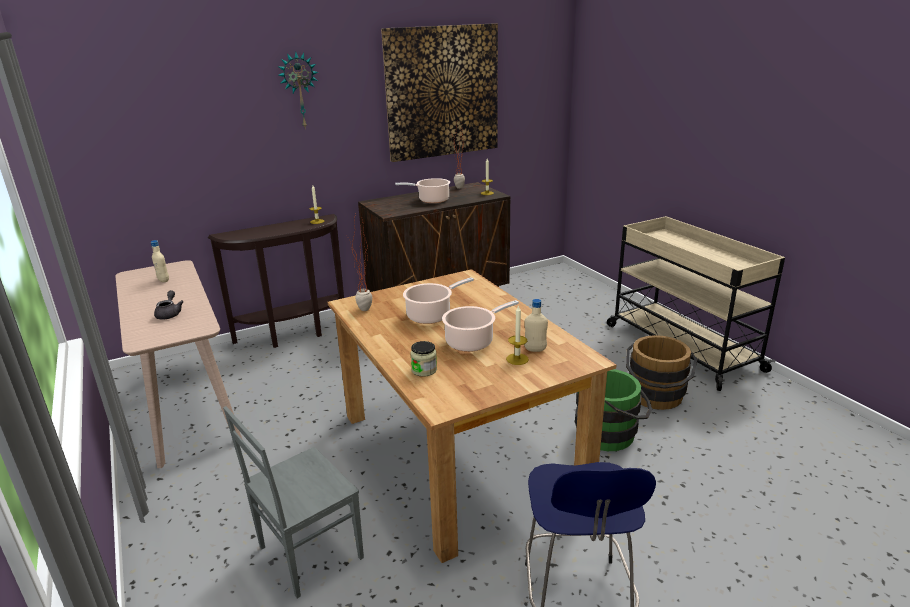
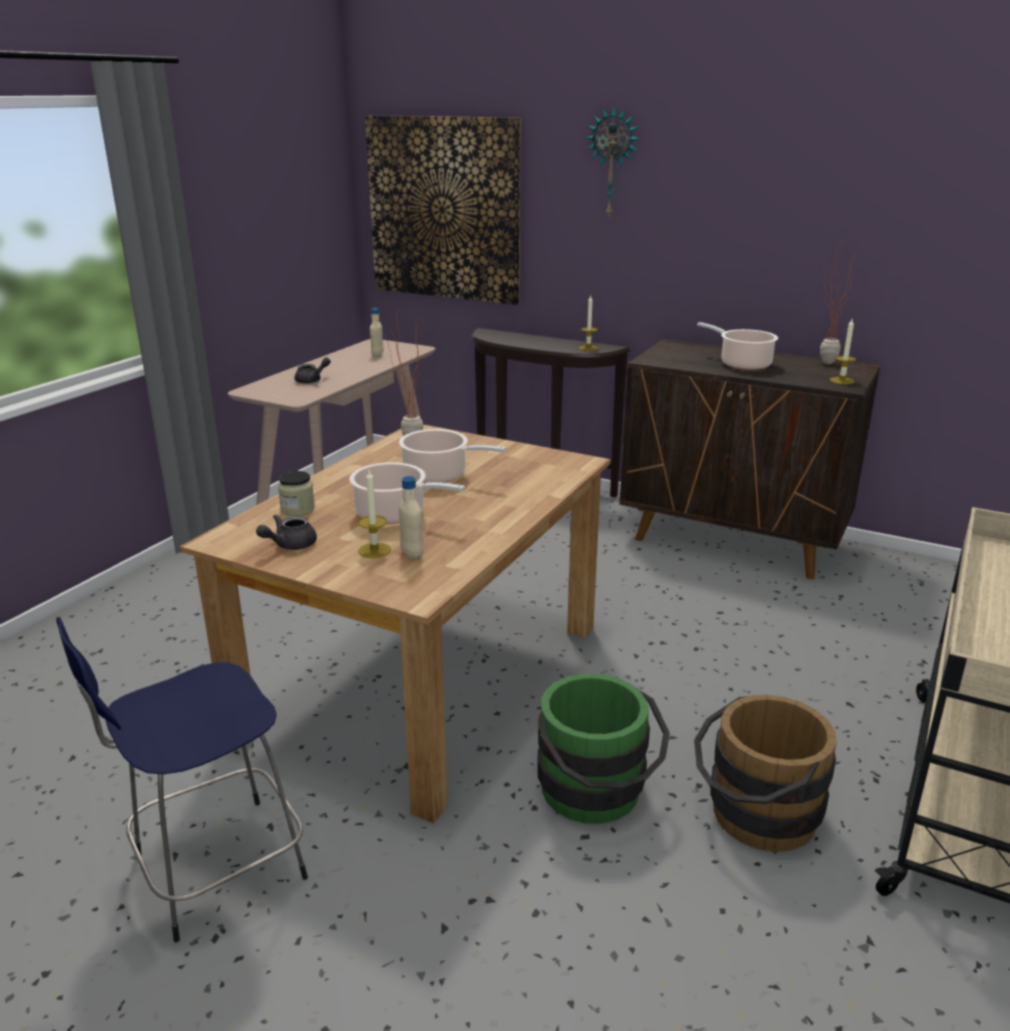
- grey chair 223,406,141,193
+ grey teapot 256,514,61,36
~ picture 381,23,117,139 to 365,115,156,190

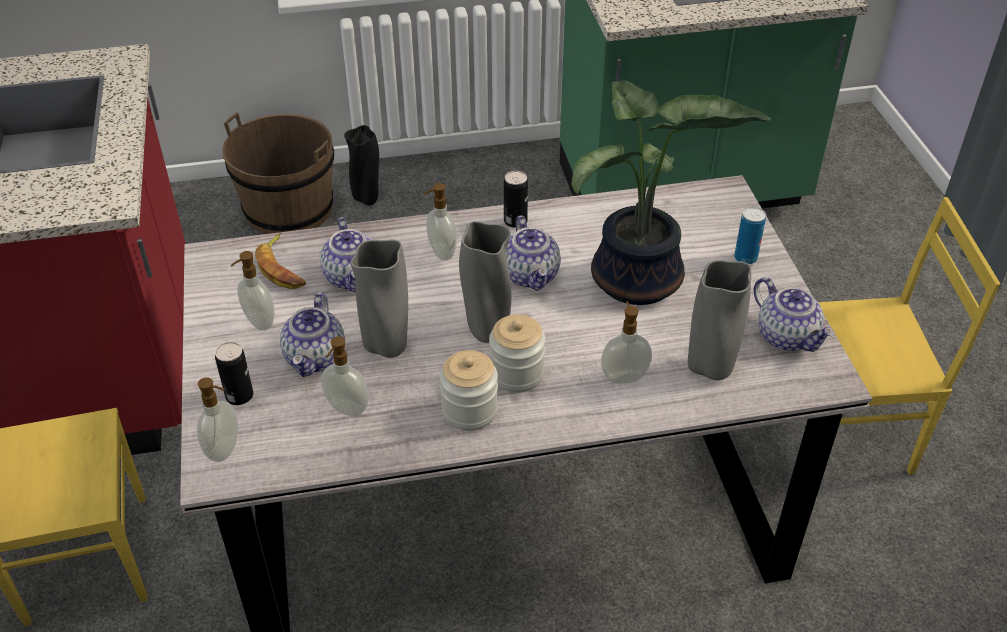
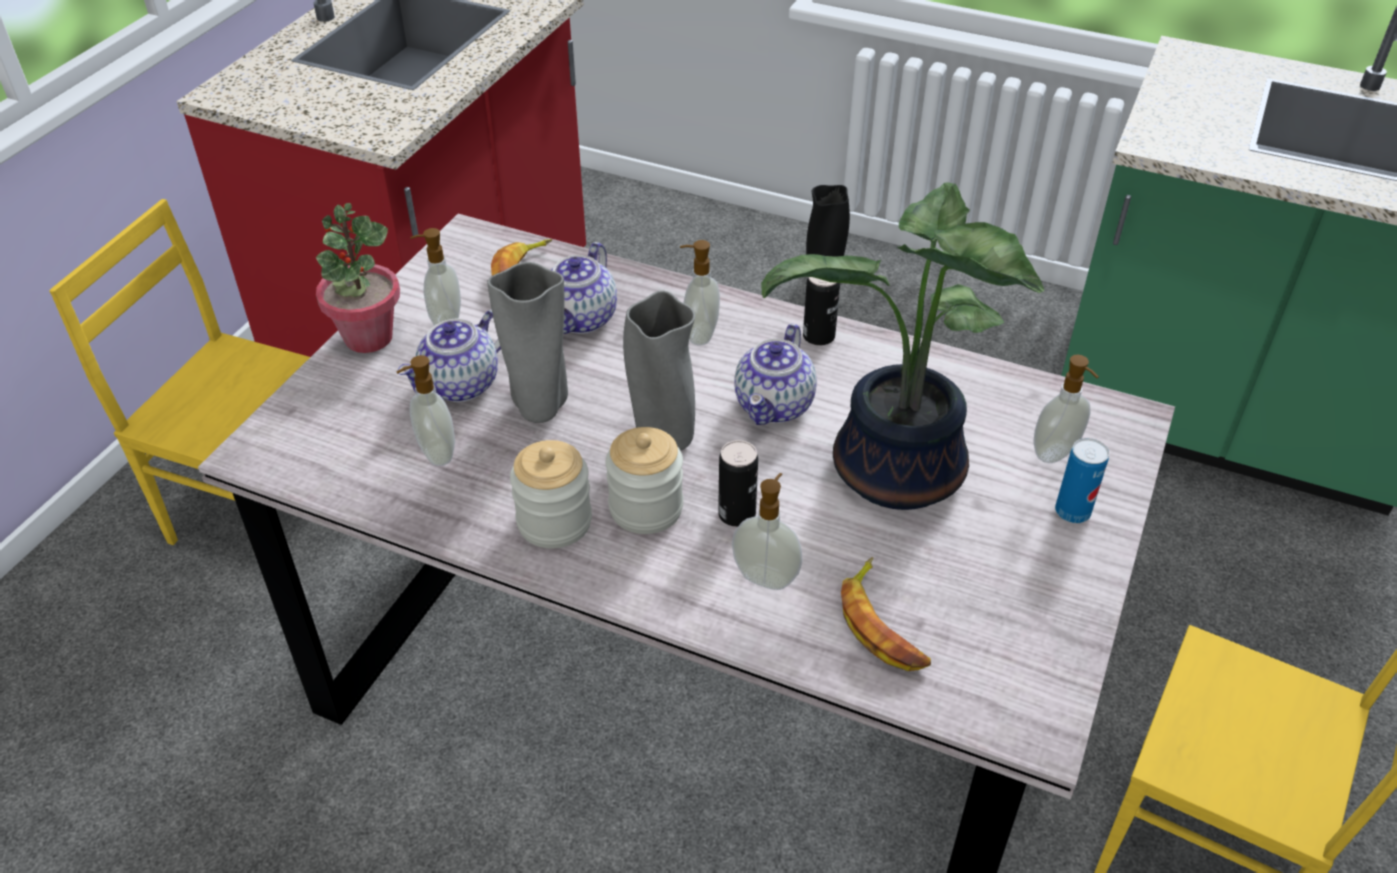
- brown bucket 222,113,112,121
- teapot 753,277,82,75
+ potted plant 316,203,84,150
~ soap dispenser 197,377,41,85 to 1034,355,65,108
~ can 215,342,38,63 to 718,440,40,87
~ grey vase 688,260,63,120 to banana 841,557,90,114

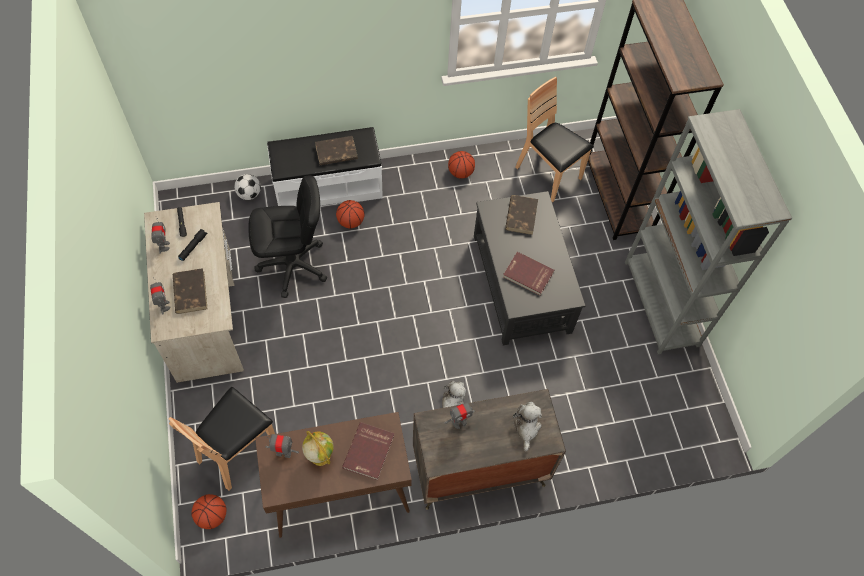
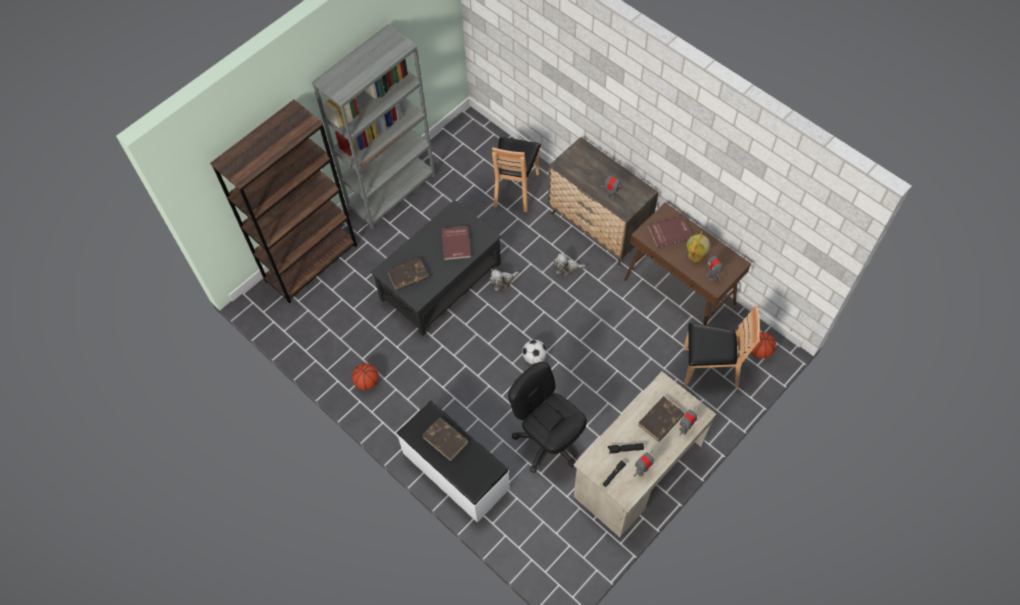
- basketball 336,200,29,29
~ football 234,174,27,26 to 522,340,25,24
~ plush toy 513,402,29,50 to 490,269,29,22
~ brown chair 515,77,79,126 to 492,137,49,75

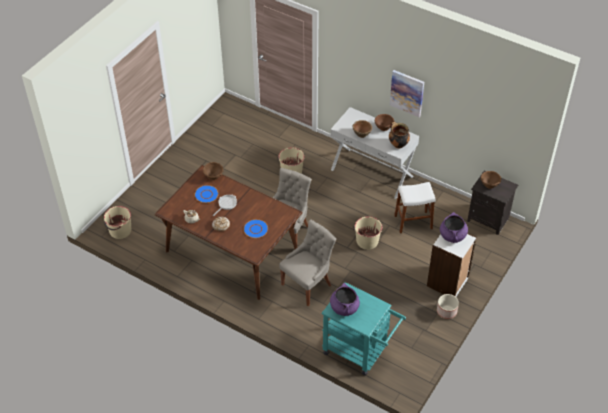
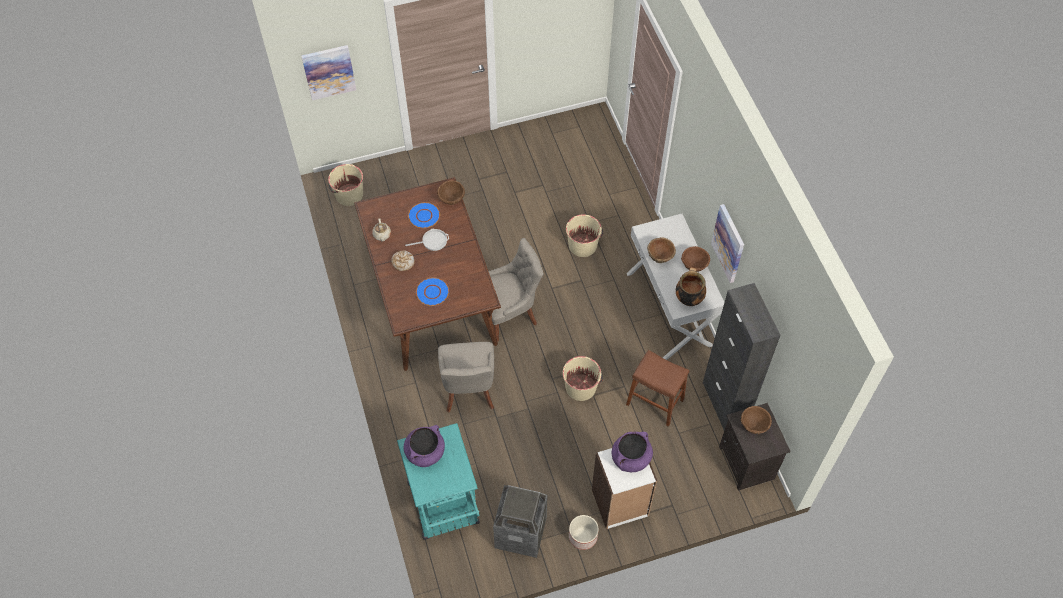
+ picture 301,45,55,55
+ trash can 493,485,55,73
+ black cabinet 703,283,78,147
~ white stool 394,182,42,52 to brown stool 626,350,63,77
~ grey chair 279,220,57,86 = 438,342,56,71 90 degrees clockwise

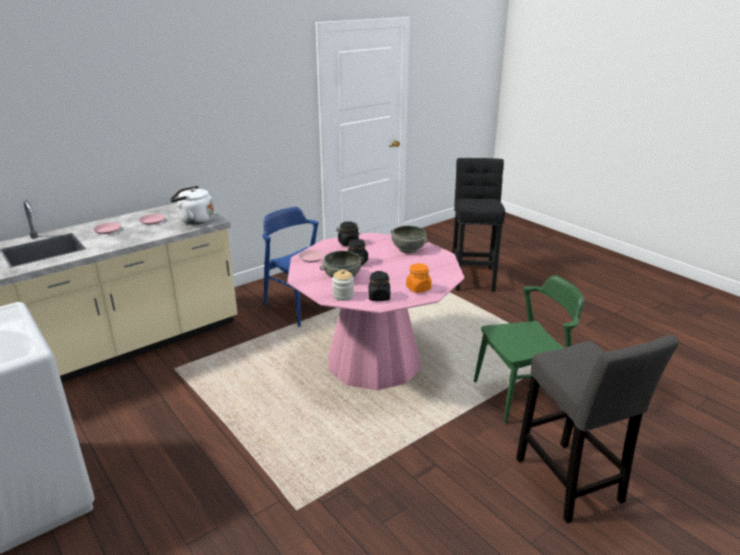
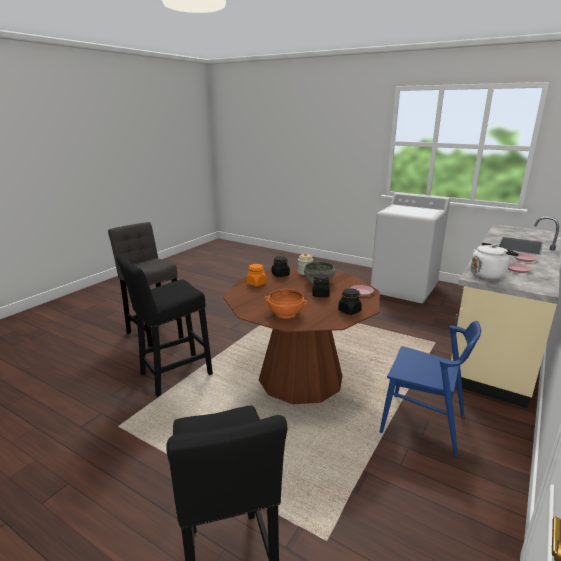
~ green chair 474,275,110,149 to black stool 116,255,97,142
~ pink dining table 287,233,178,157 to brown dining table 223,268,157,136
~ grey bowl 391,226,37,27 to orange bowl 264,289,44,30

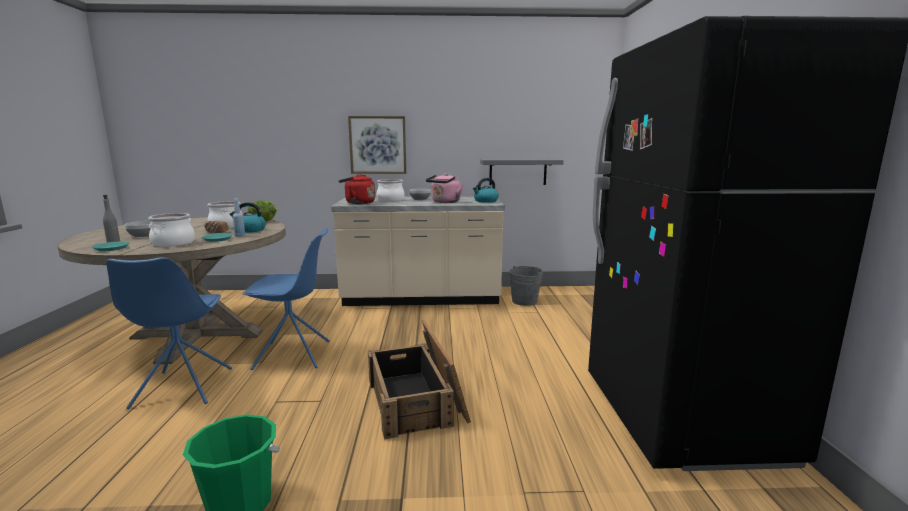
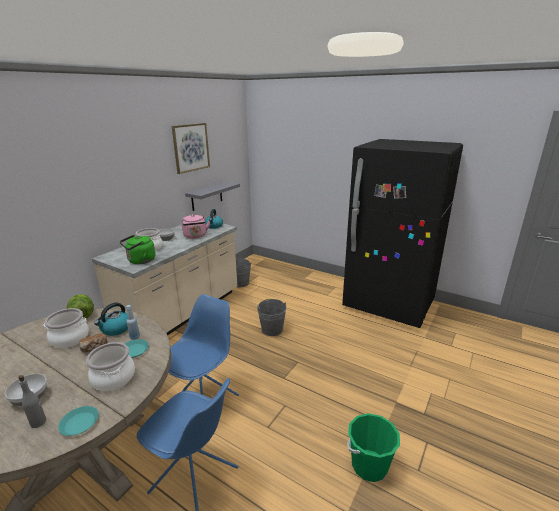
- crate 368,320,103,120
+ grey bucket 257,299,30,37
~ picture 348,116,58,58 to 172,123,38,51
~ red kettle 339,174,36,30 to green kettle 120,235,35,29

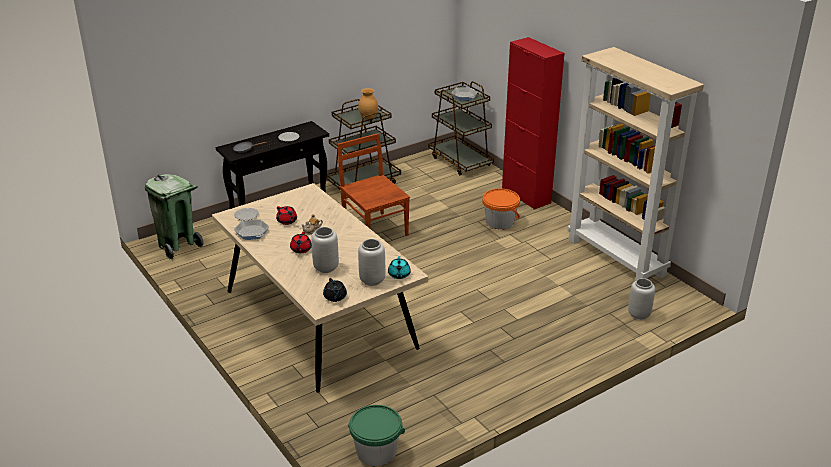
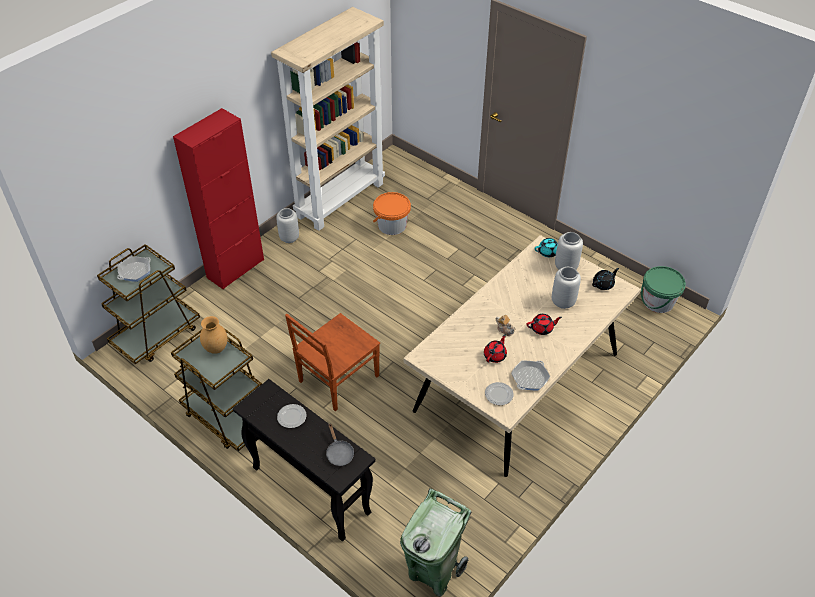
~ orange bucket 482,188,38,42 to 373,192,38,43
~ grey vase 628,278,27,42 to 276,208,23,35

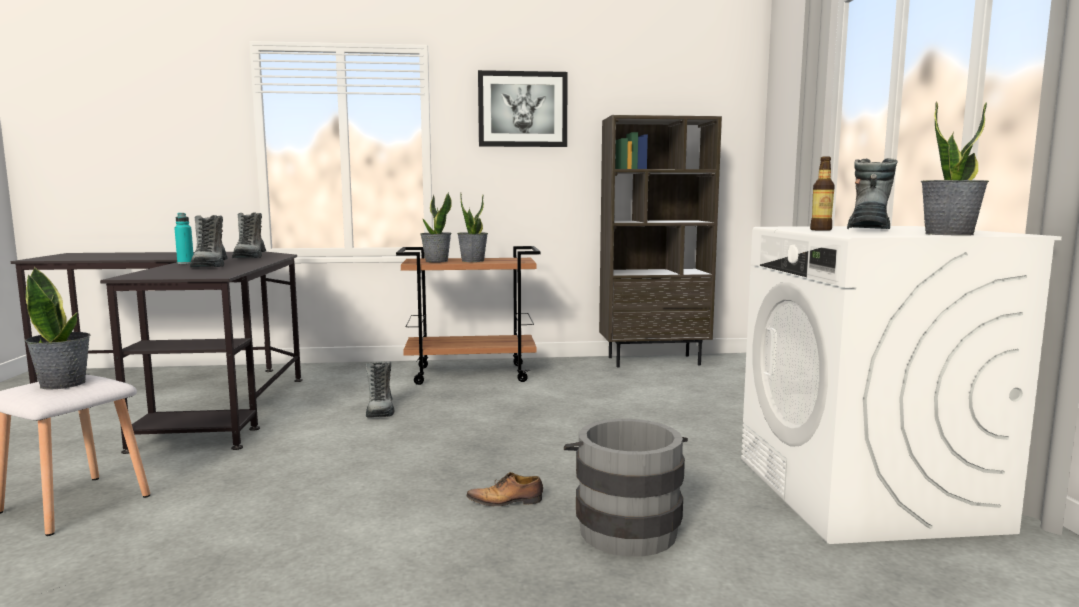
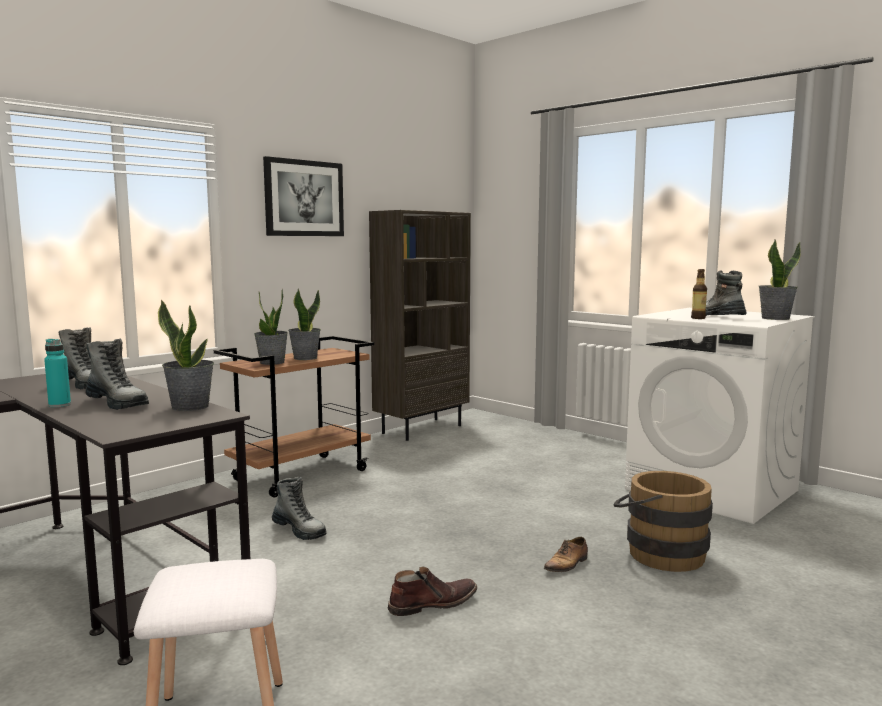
+ brown boot 388,567,89,49
~ potted plant 25,267,66,123 to 158,300,56,111
~ grey bucket 564,419,124,138 to brown bucket 613,471,100,101

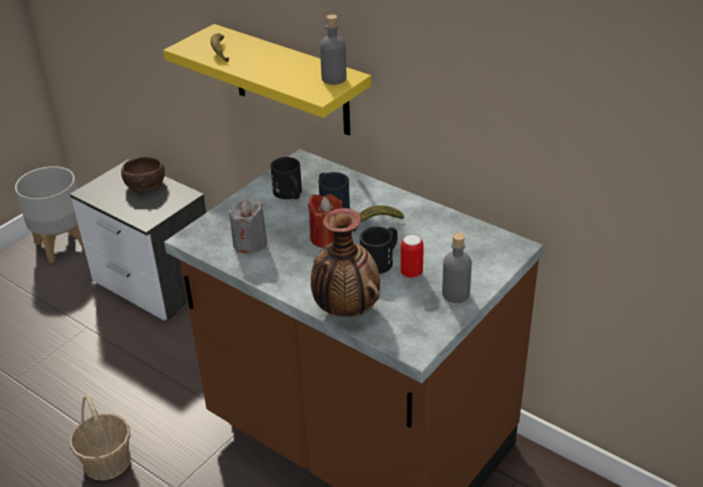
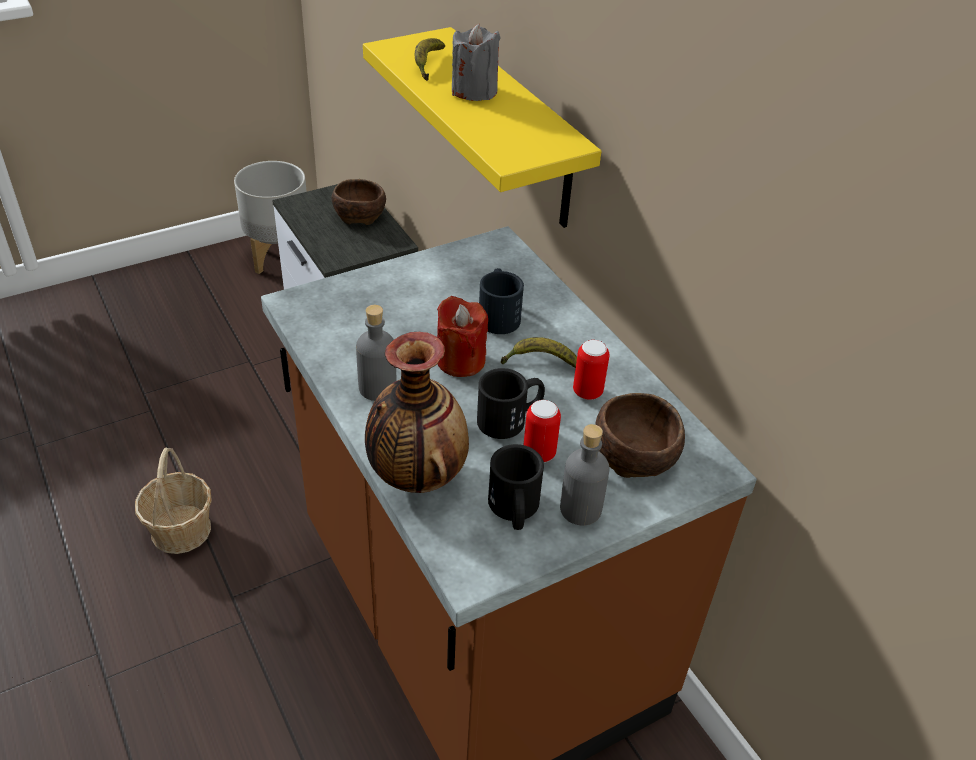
+ can 573,340,36,60
+ brown bowl 595,393,90,85
~ grey candle 229,199,38,54 to 452,24,49,77
~ black mug 270,157,32,42 to 488,444,56,86
~ grey bottle 320,14,26,71 to 356,305,40,96

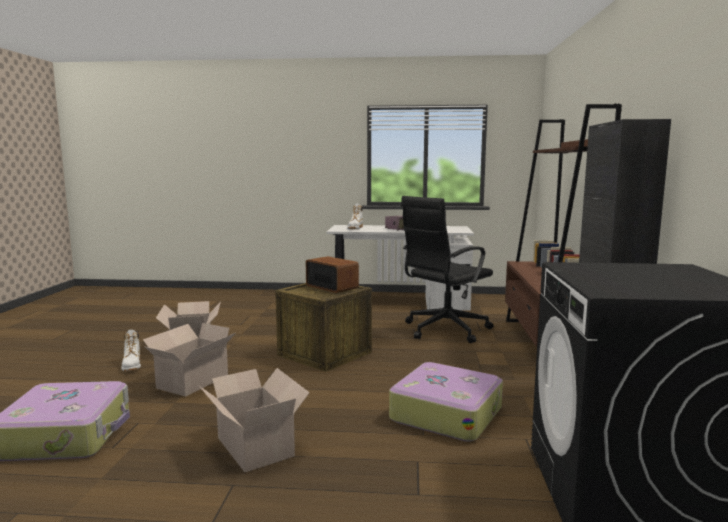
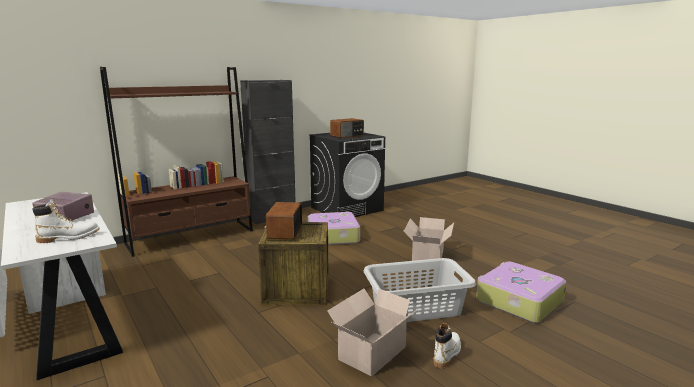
- black office chair 401,196,92,147
+ radio 330,118,34,20
~ cardboard box 143,323,93,74 to grey laundry basket 364,258,112,64

